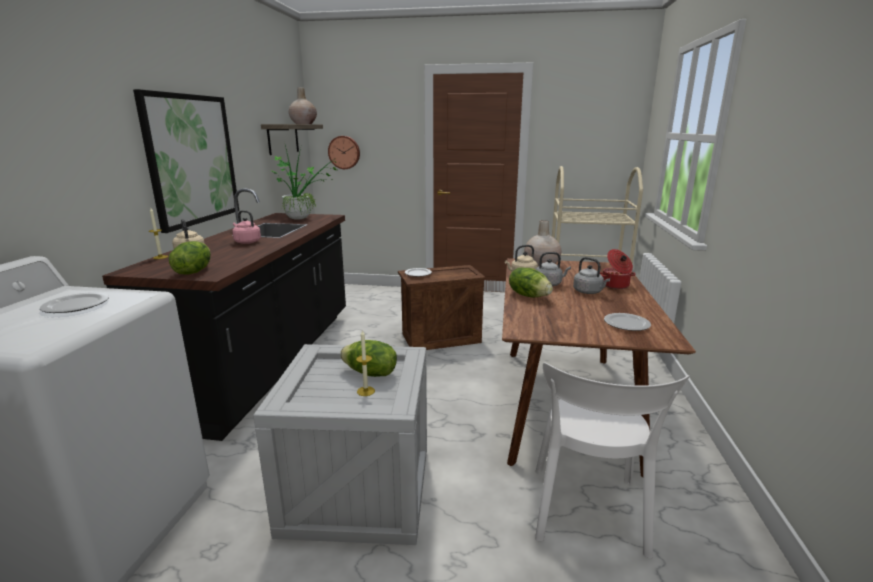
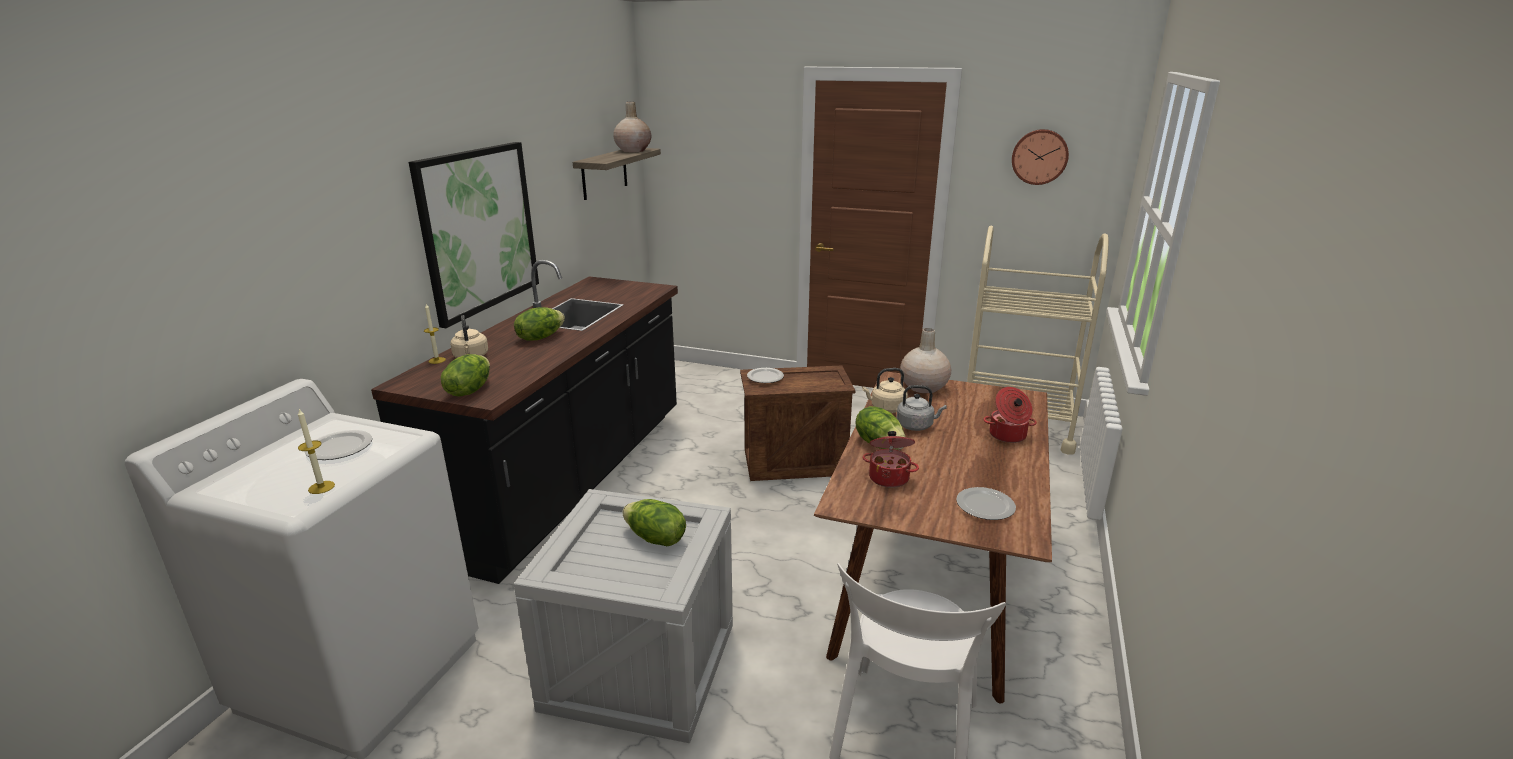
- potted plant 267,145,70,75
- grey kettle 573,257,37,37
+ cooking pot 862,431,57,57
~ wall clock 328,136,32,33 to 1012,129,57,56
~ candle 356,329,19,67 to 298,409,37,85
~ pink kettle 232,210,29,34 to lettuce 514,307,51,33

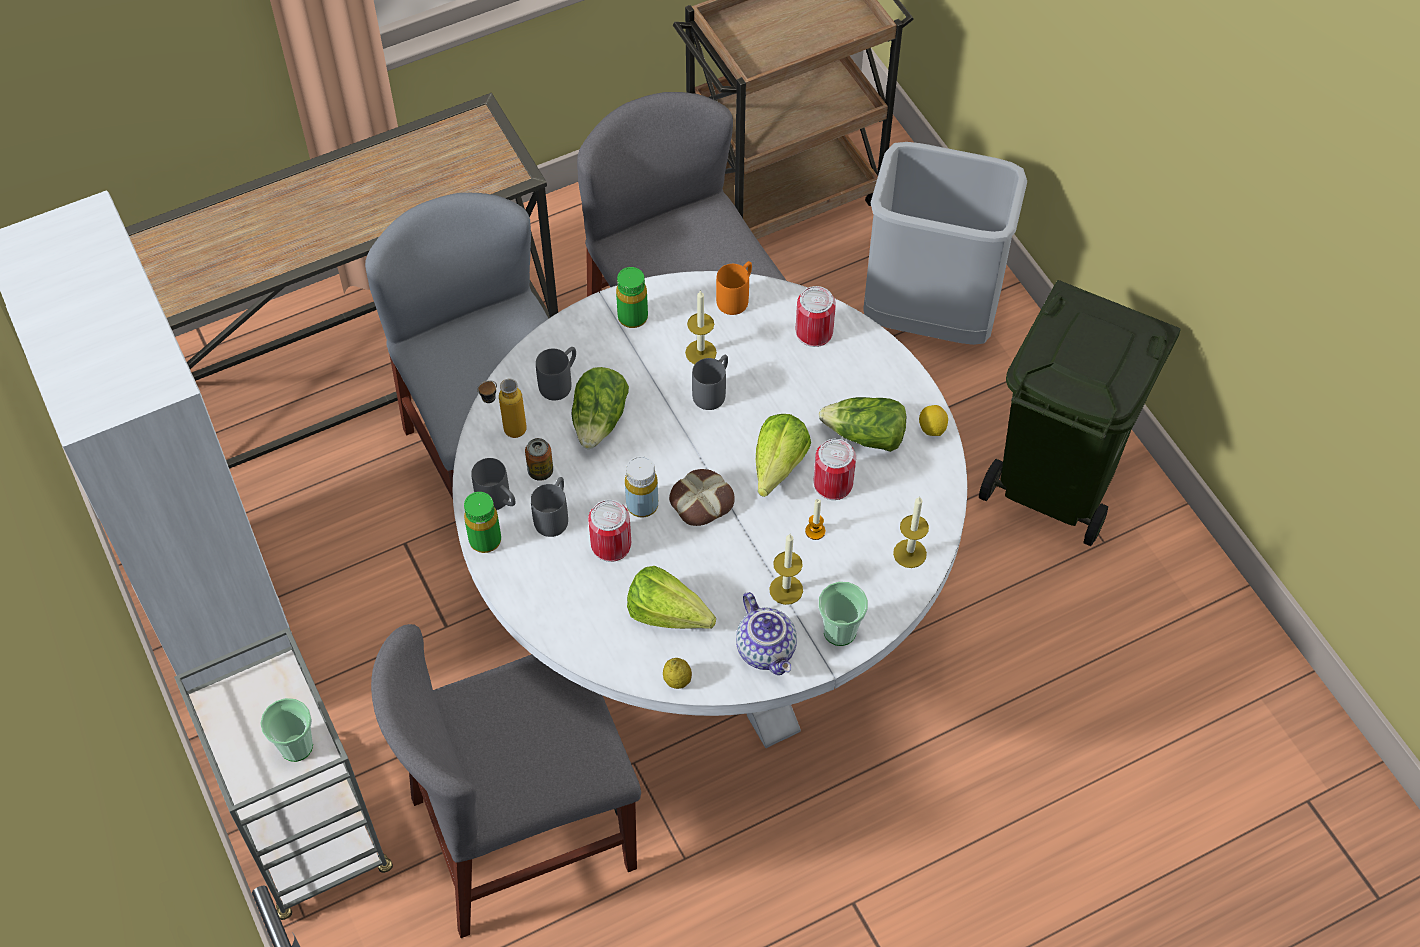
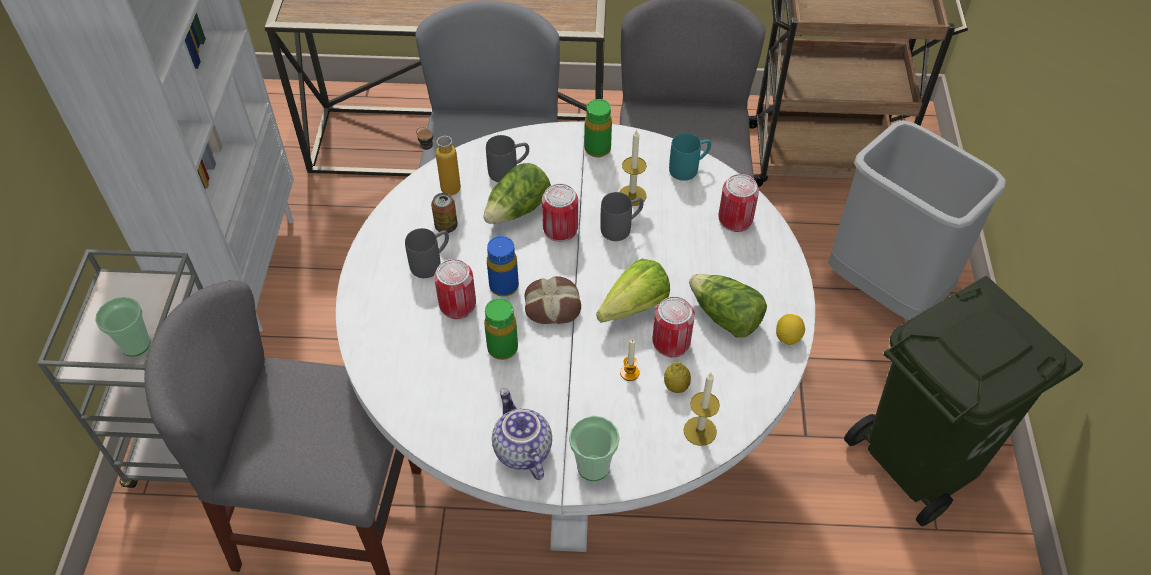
- grey mug 471,458,45,52
- lettuce 627,566,89,63
- candle 769,534,34,71
+ can 542,183,36,59
~ green bottle 464,492,37,61 to 484,298,34,62
~ lemon 663,658,29,31 to 664,362,27,31
~ yellow bottle 625,456,33,61 to blue bottle 487,236,32,61
~ orange mug 716,261,36,54 to turquoise mug 669,133,42,48
~ teapot 736,592,61,83 = 492,388,60,92 150 degrees clockwise

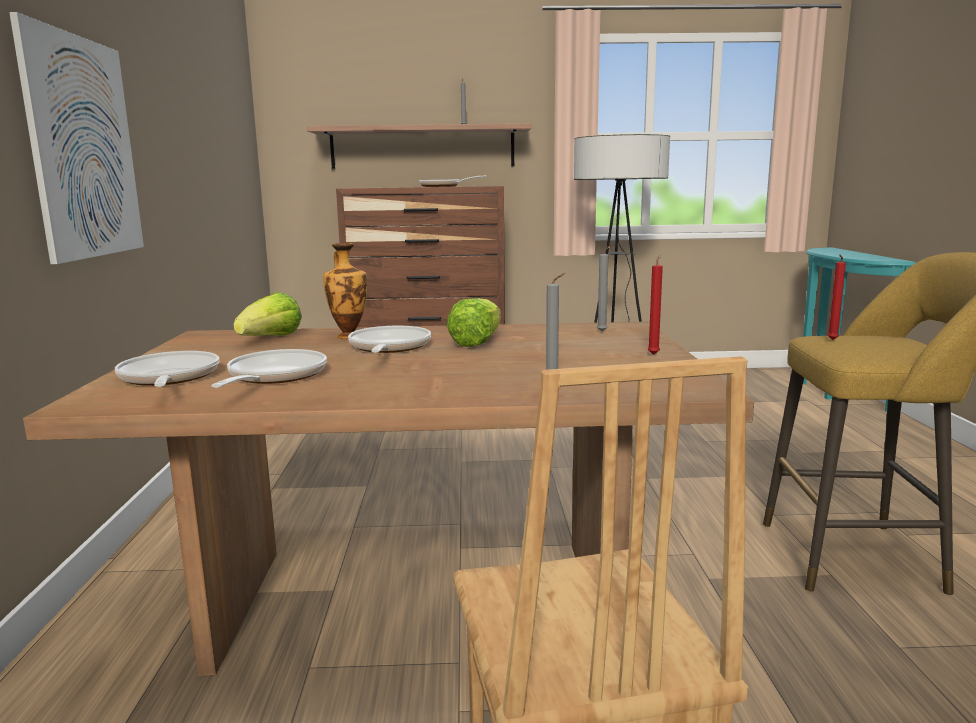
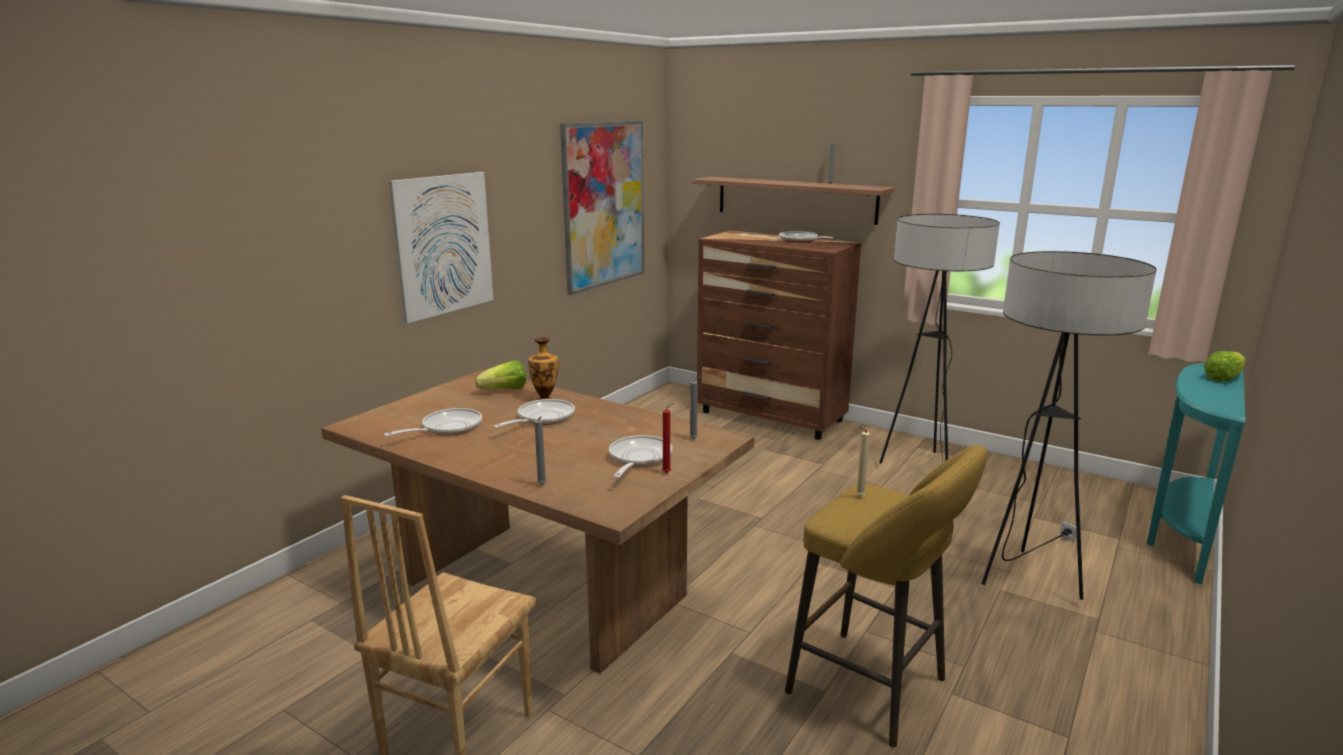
+ picture 560,120,84,175
+ floor lamp 981,251,176,349
~ frying pan 115,351,105,36 to 609,435,63,43
~ lettuce 447,298,54,49 to 1204,351,42,30
~ red candle 828,255,18,85 to beige candle 856,427,14,70

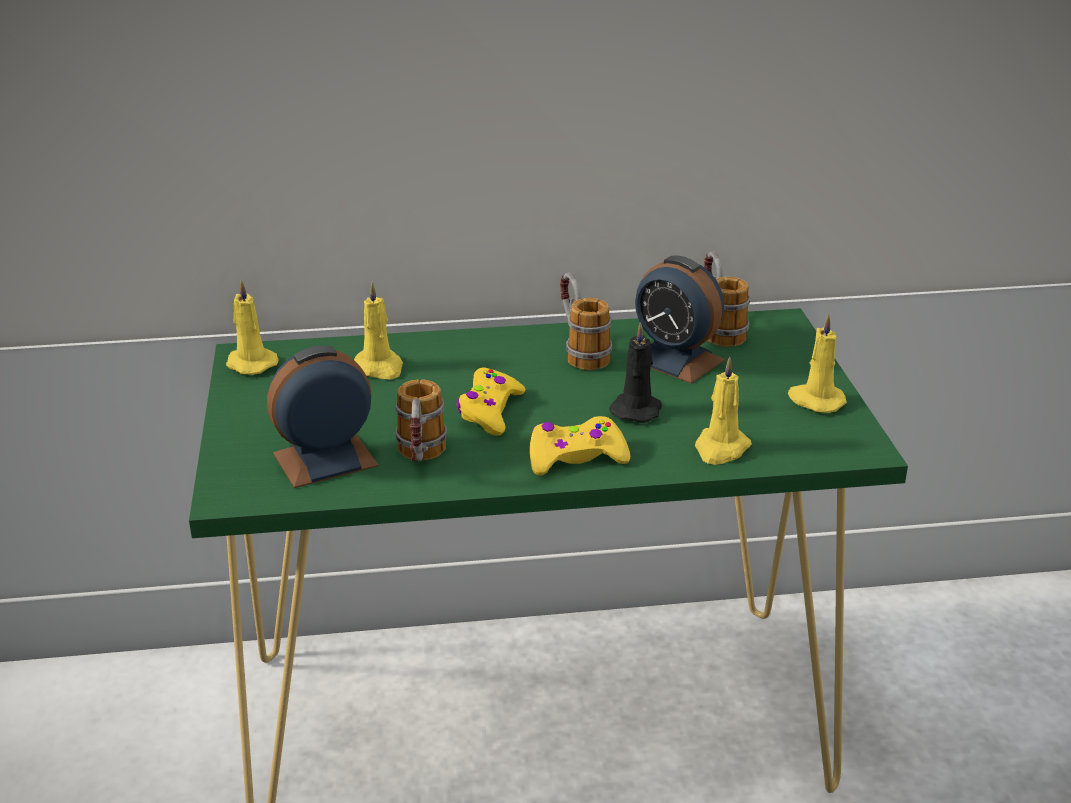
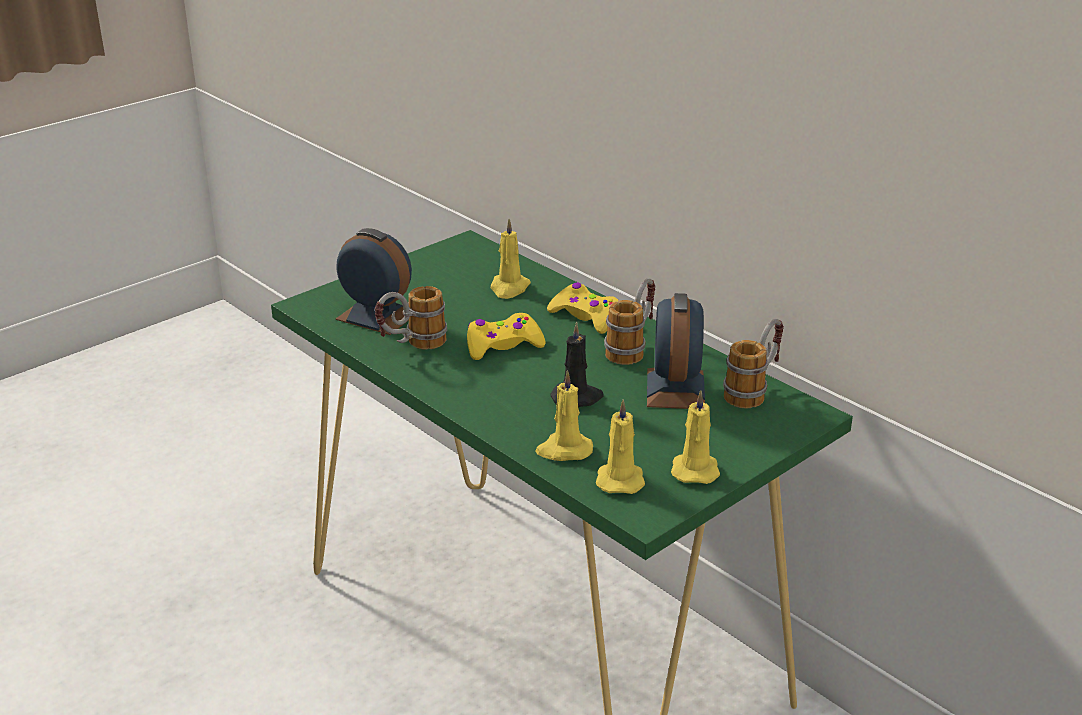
~ yellow candle 226,279,52,96 to 596,399,49,95
~ yellow game controller 530,416,100,59 to 547,282,72,52

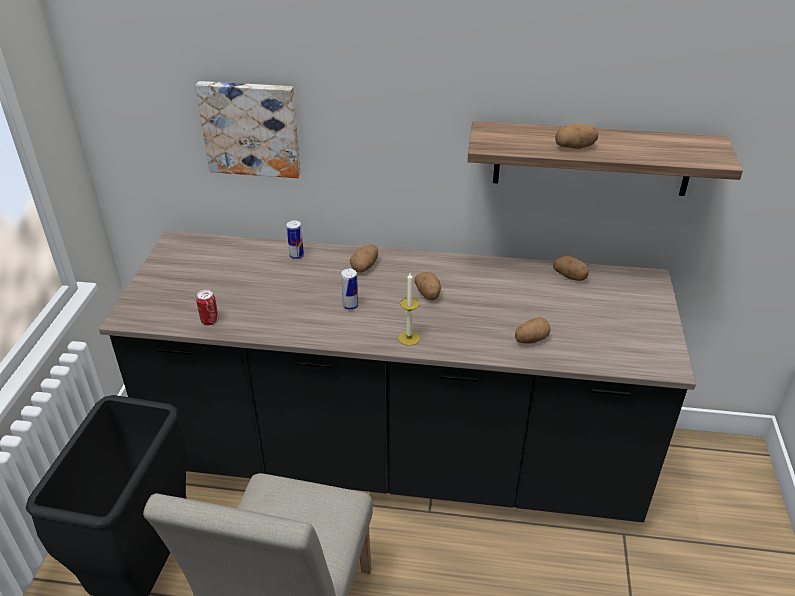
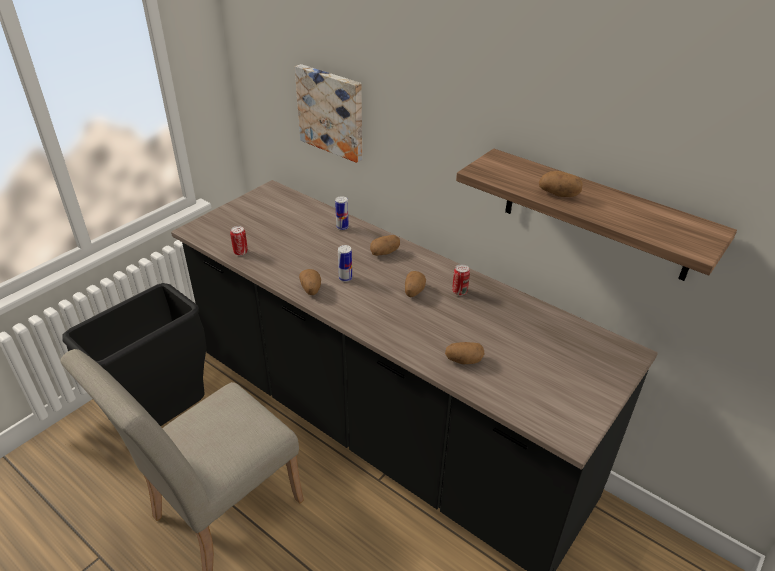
- candle 398,273,22,73
+ can 452,264,18,31
~ potato 553,256,36,25 to 299,269,22,26

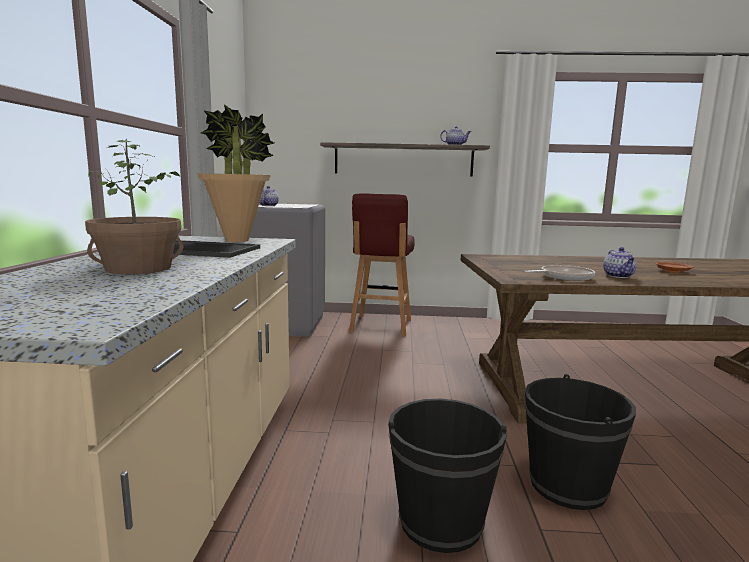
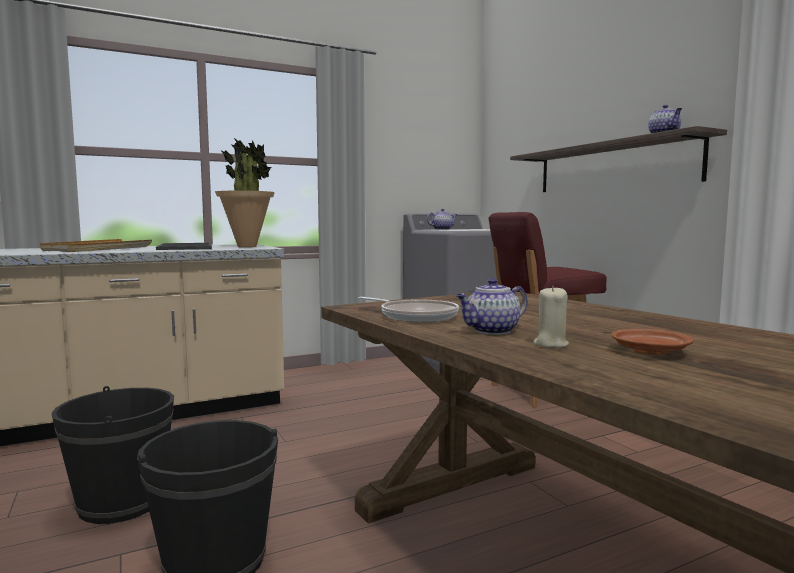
+ beige candle 534,286,35,62
~ potted plant 85,139,98,135 to beige tray 40,239,112,13

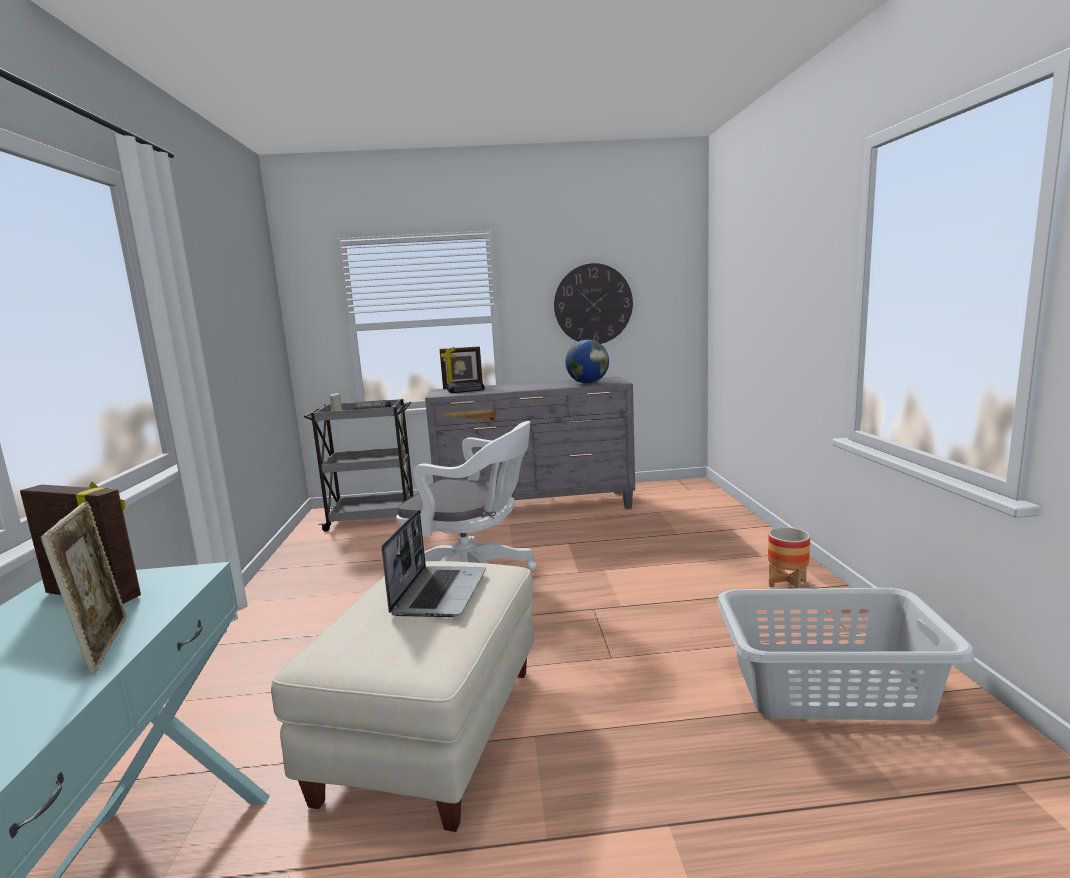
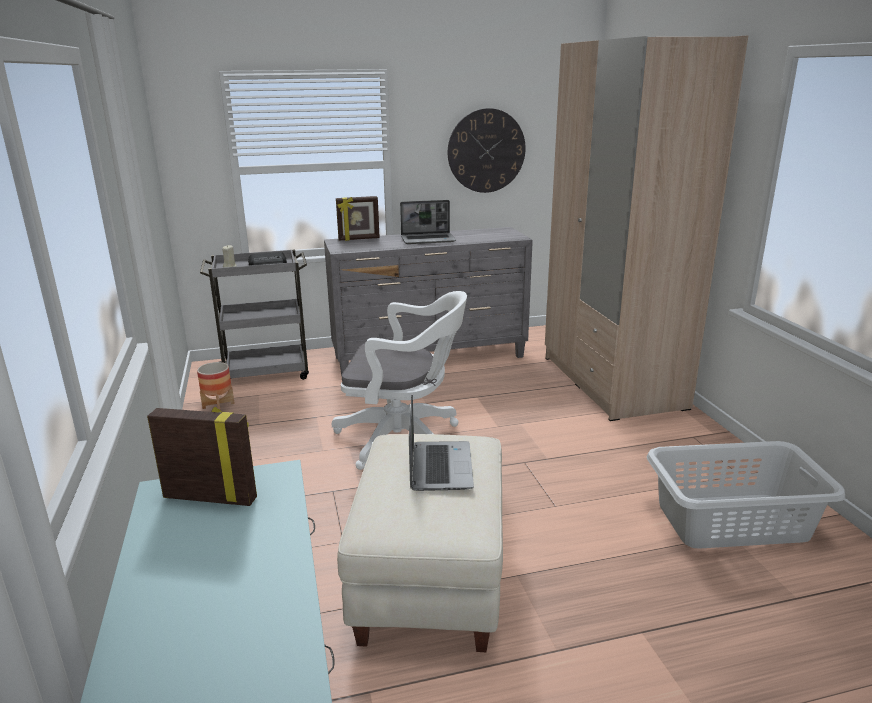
- picture frame 41,501,86,173
- radio 447,379,38,14
- globe 565,340,44,44
+ laptop 400,200,56,44
+ beige wardrobe 545,35,203,386
~ planter 768,527,42,62 to 197,362,38,49

